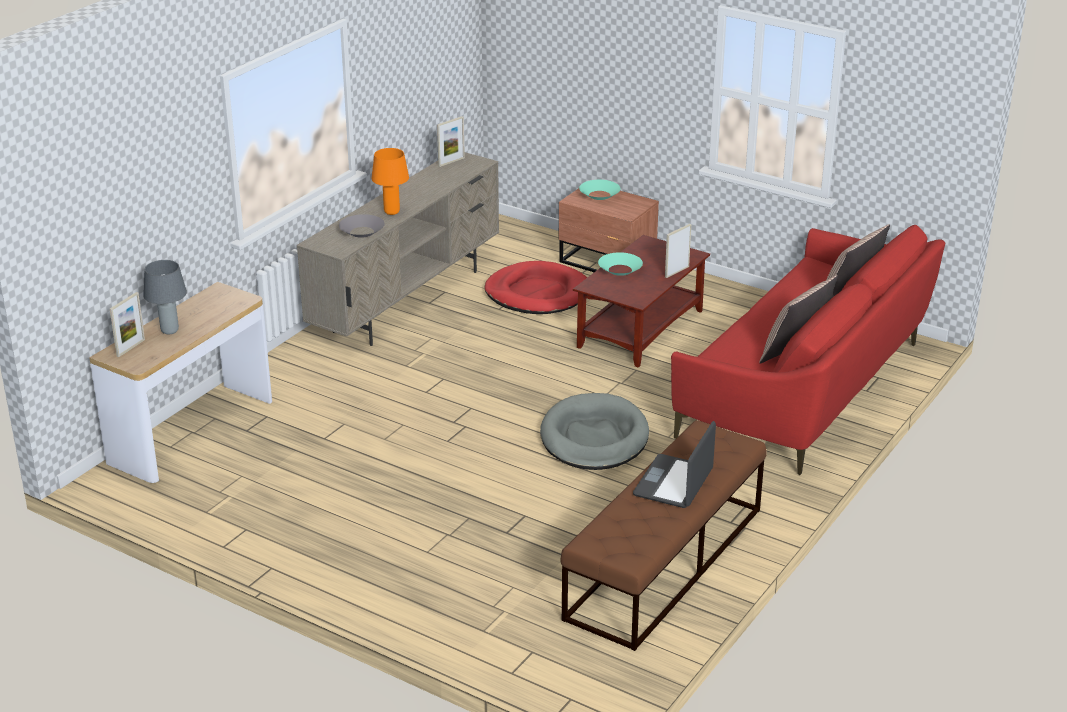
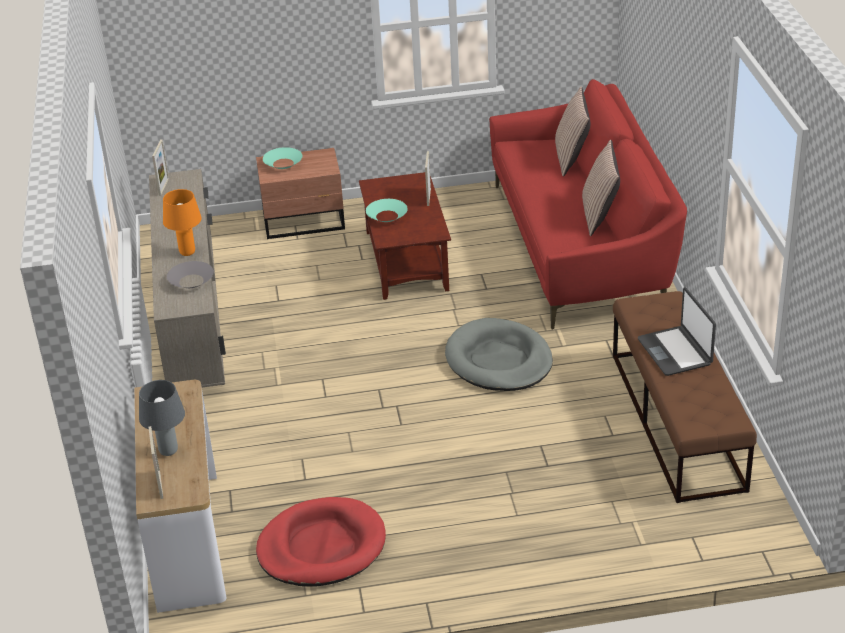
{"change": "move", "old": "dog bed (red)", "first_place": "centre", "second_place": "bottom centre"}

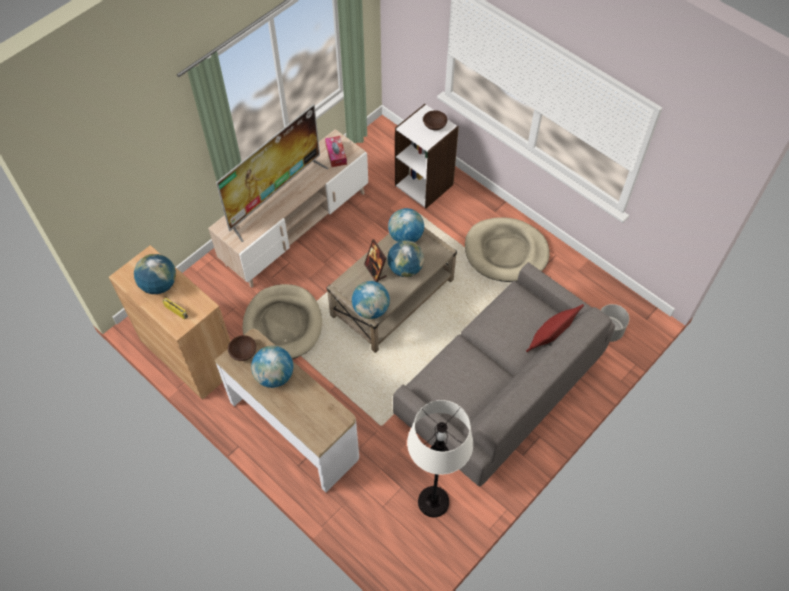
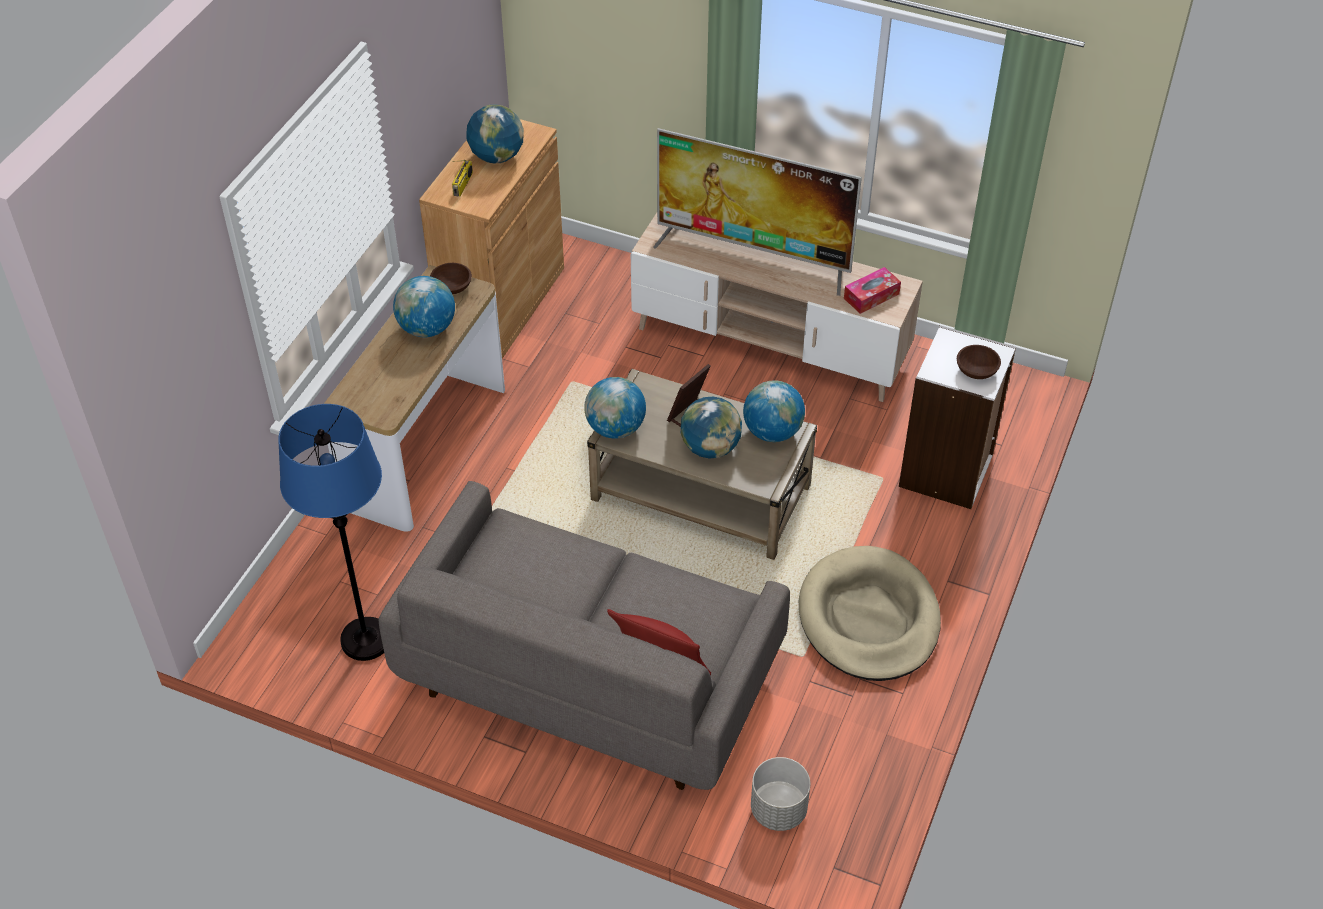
{"change": "delete", "old": "dog bed (beige) (1st from left)", "first_place": "centre"}
{"change": "recolor", "old": "floor lamp (white)", "new": "floor lamp (blue)", "first_place": "bottom centre", "second_place": "middle left"}

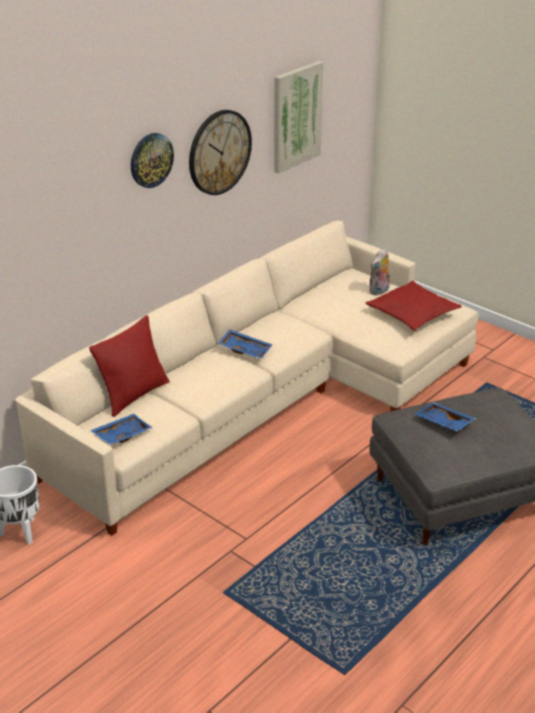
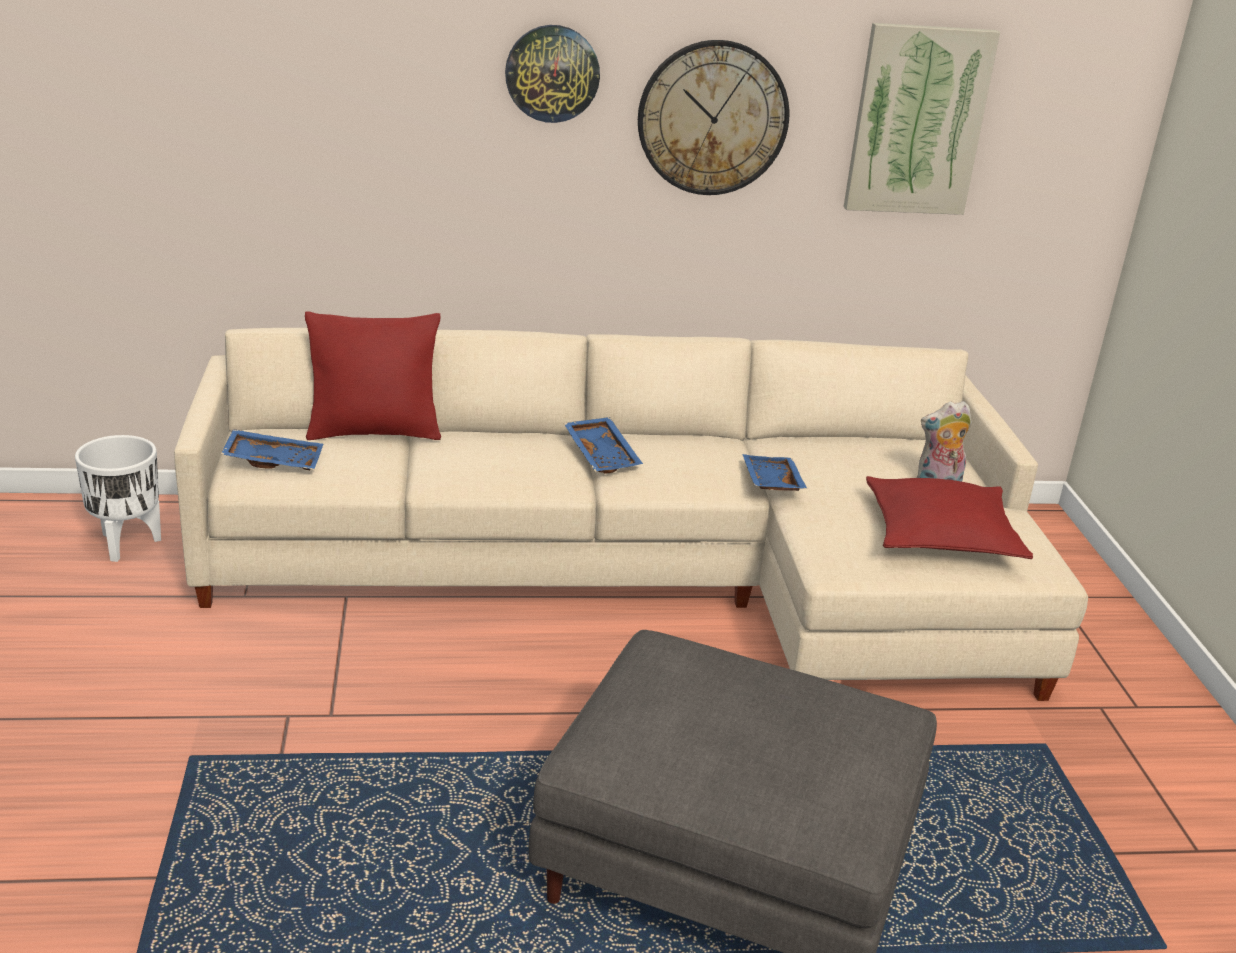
{"change": "move", "old": "tray (blue) (3rd from left)", "first_place": "middle right", "second_place": "centre"}

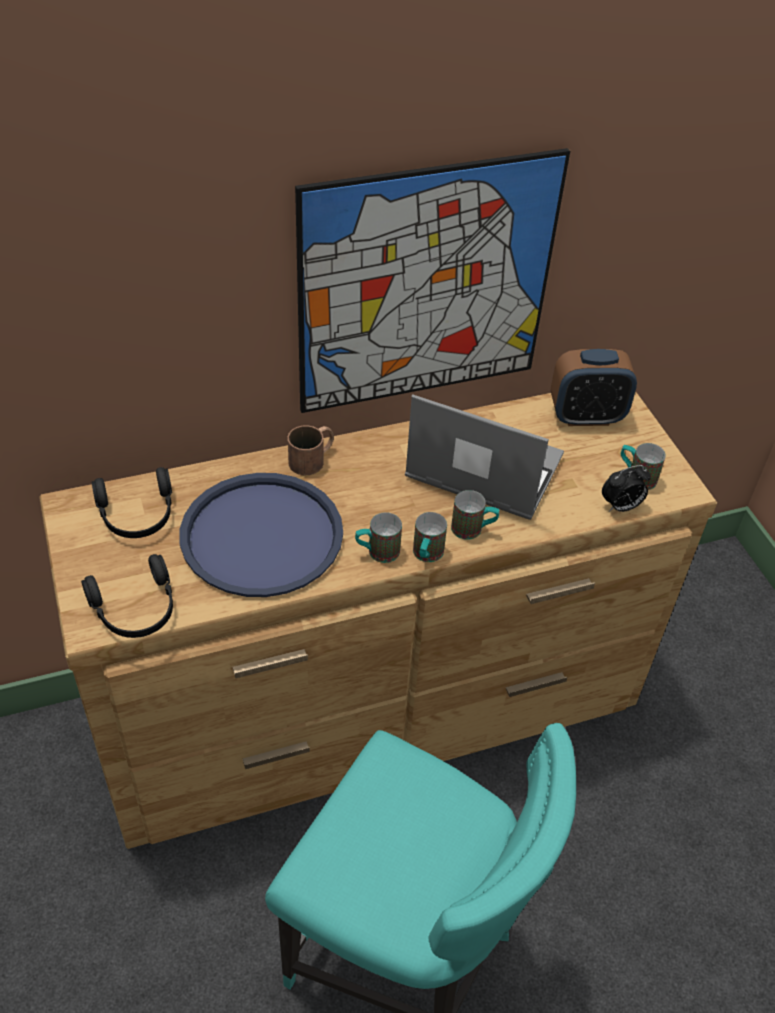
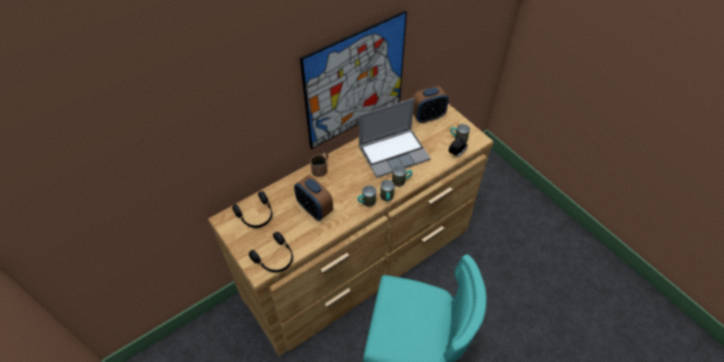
{"change": "replace", "old": "tray (blue)", "new": "alarm clock (1st from left)", "first_place": "centre", "second_place": "centre"}
{"change": "rotate", "old": "laptop", "first_place": "centre", "second_place": "centre", "degrees": 150}

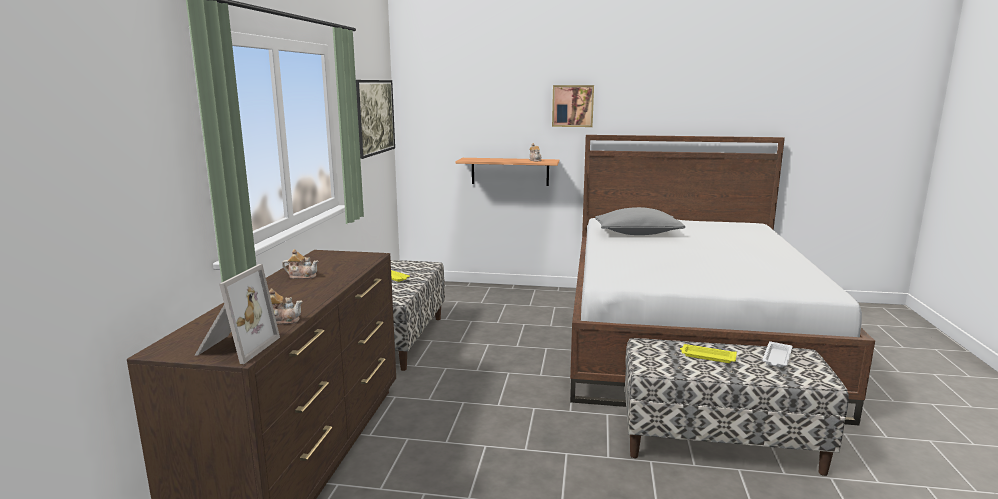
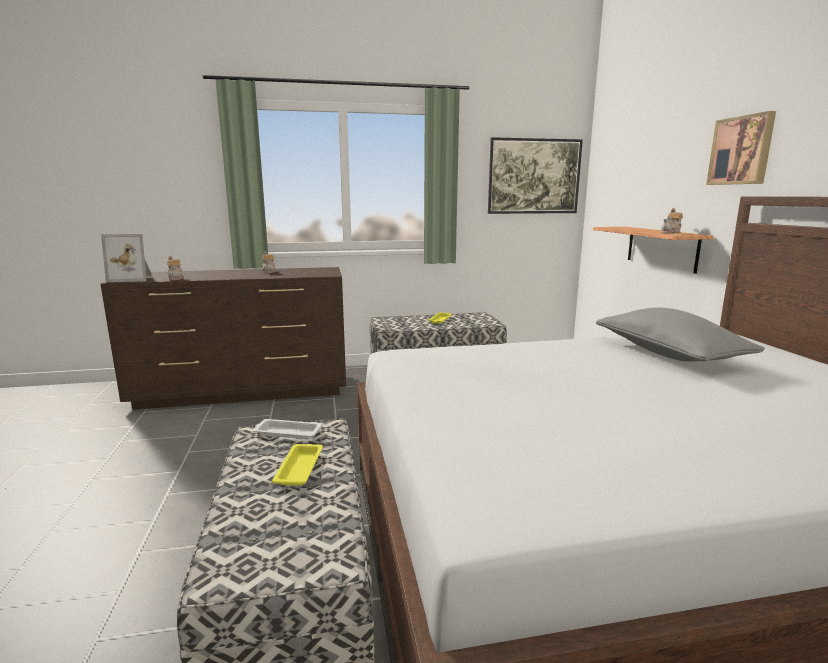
{"change": "move", "old": "tray (white)", "first_place": "bottom right", "second_place": "centre"}

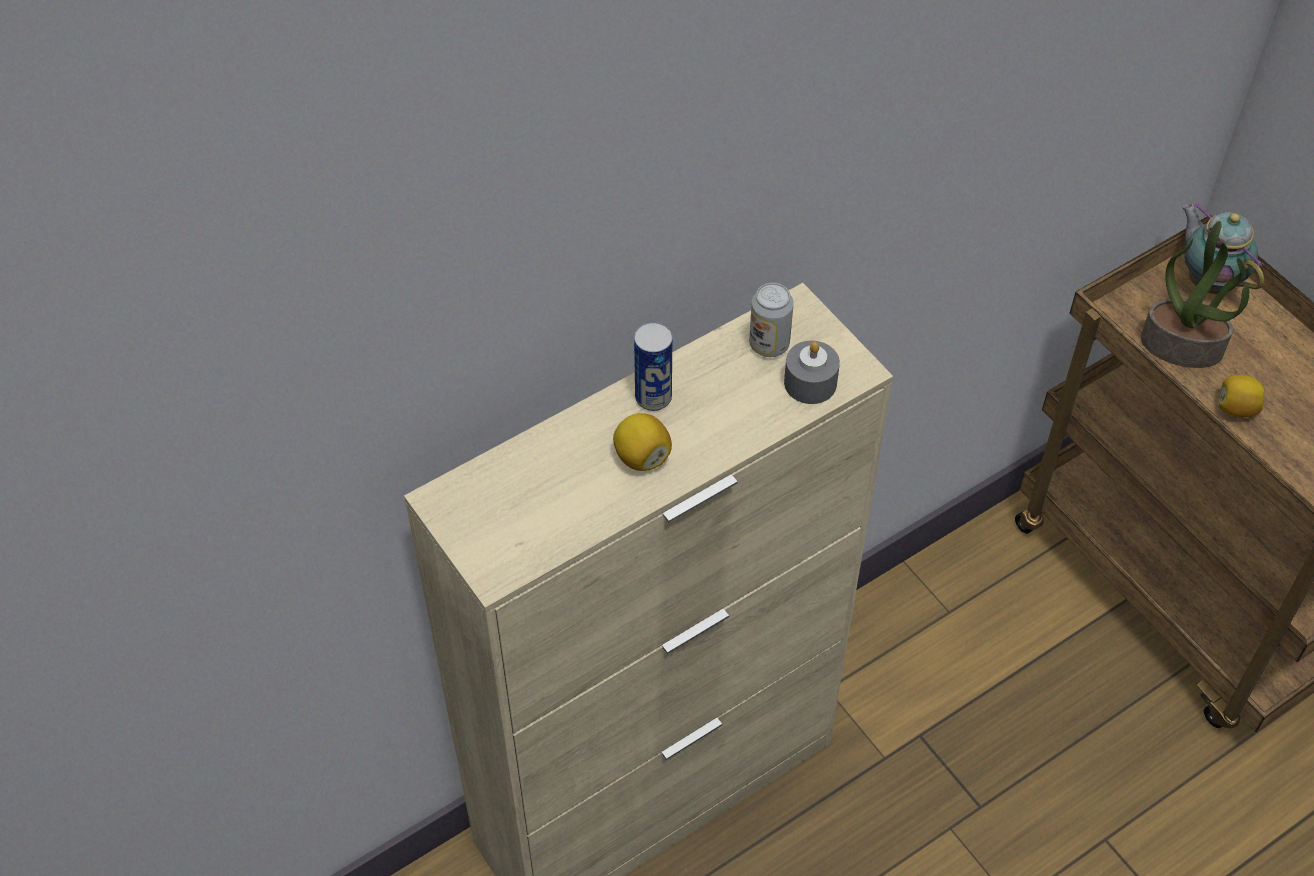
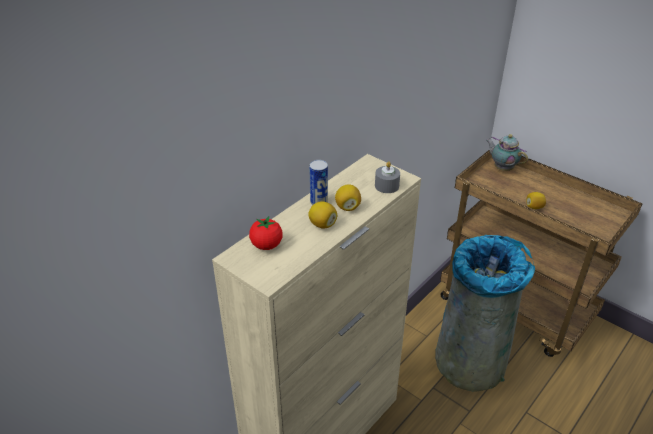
{"change": "delete", "old": "can (2nd from left)", "first_place": "centre"}
{"change": "delete", "old": "potted plant", "first_place": "middle right"}
{"change": "insert", "new": "tomato", "second_place": "centre"}
{"change": "insert", "new": "lemon (2nd from left)", "second_place": "centre"}
{"change": "insert", "new": "trash can (grey)", "second_place": "bottom right"}

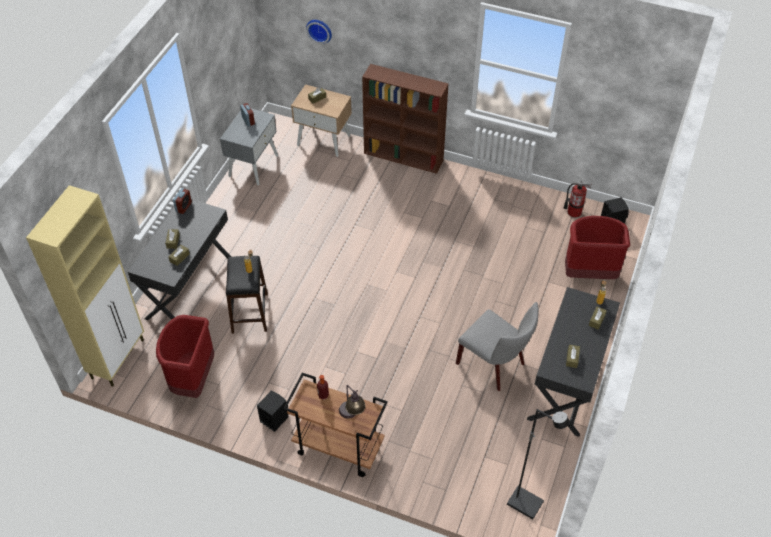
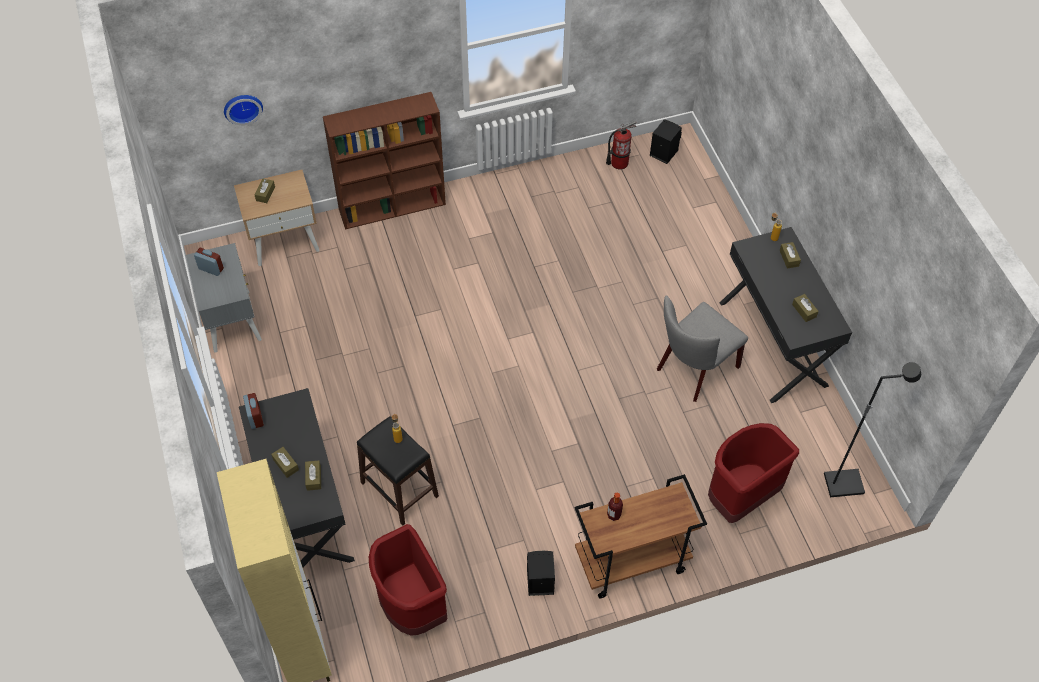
{"change": "delete", "old": "table lamp", "first_place": "bottom centre"}
{"change": "rotate", "old": "chair (grey)", "first_place": "centre", "second_place": "middle right", "degrees": 135}
{"change": "move", "old": "trash can (red) (2nd from left)", "first_place": "middle right", "second_place": "bottom right"}

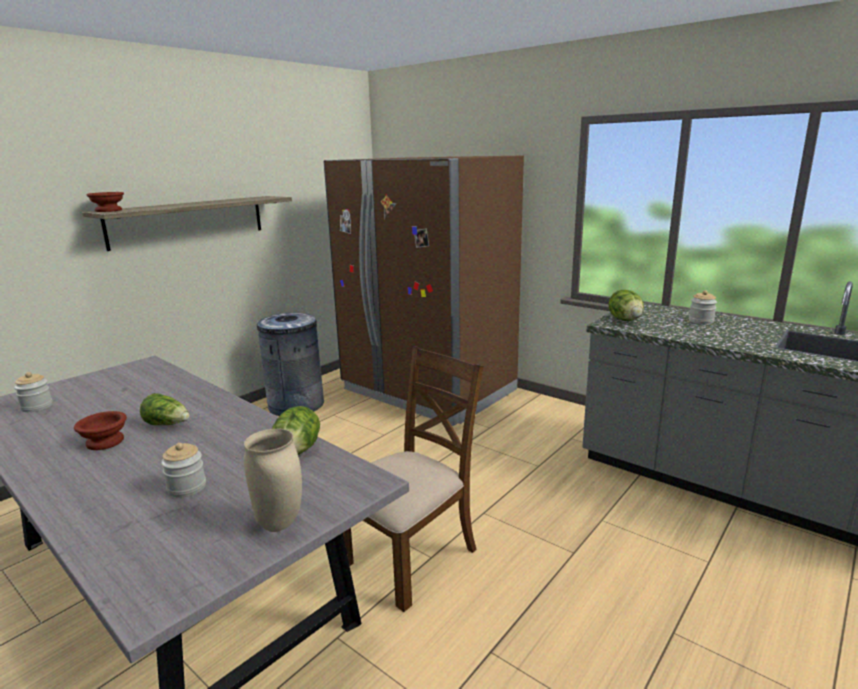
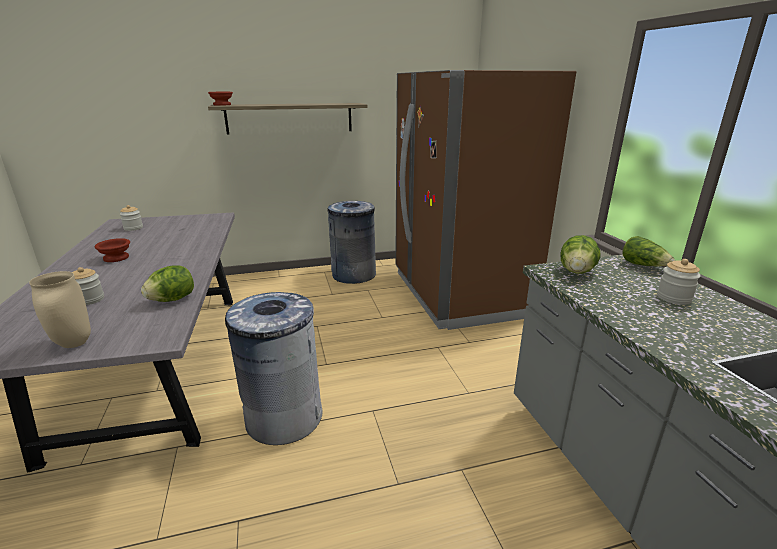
{"change": "move", "old": "lettuce (1st from left in the first image)", "new": "lettuce (3rd from left)", "first_place": "middle left", "second_place": "middle right"}
{"change": "replace", "old": "chair (brown)", "new": "trash can (grey) (1st from left)", "first_place": "bottom centre", "second_place": "bottom centre"}

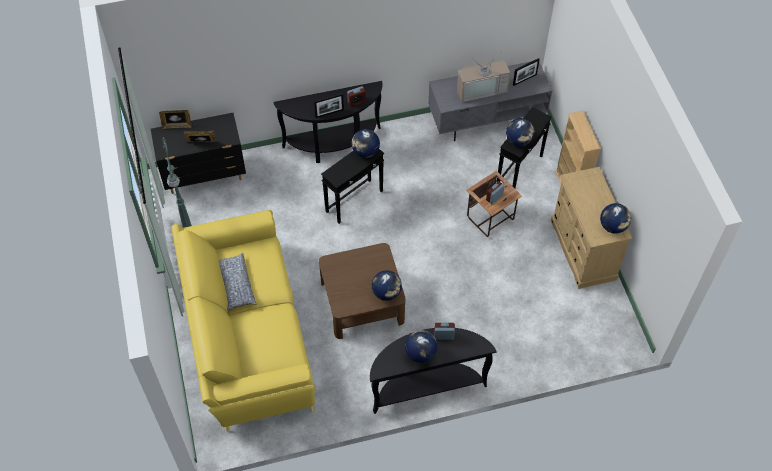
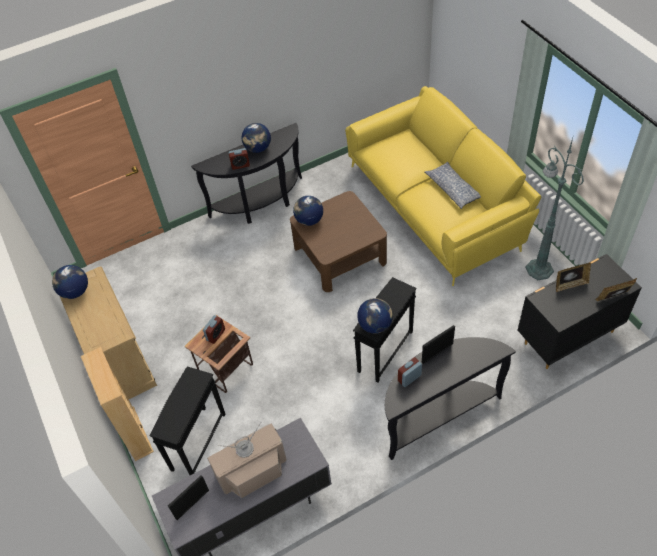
{"change": "delete", "old": "globe (4th from left)", "first_place": "top right"}

